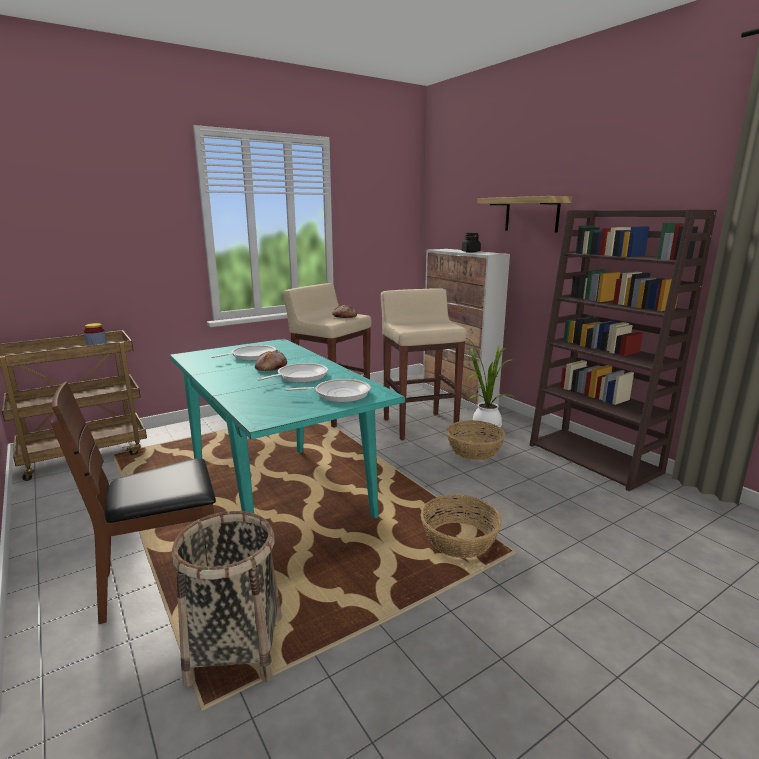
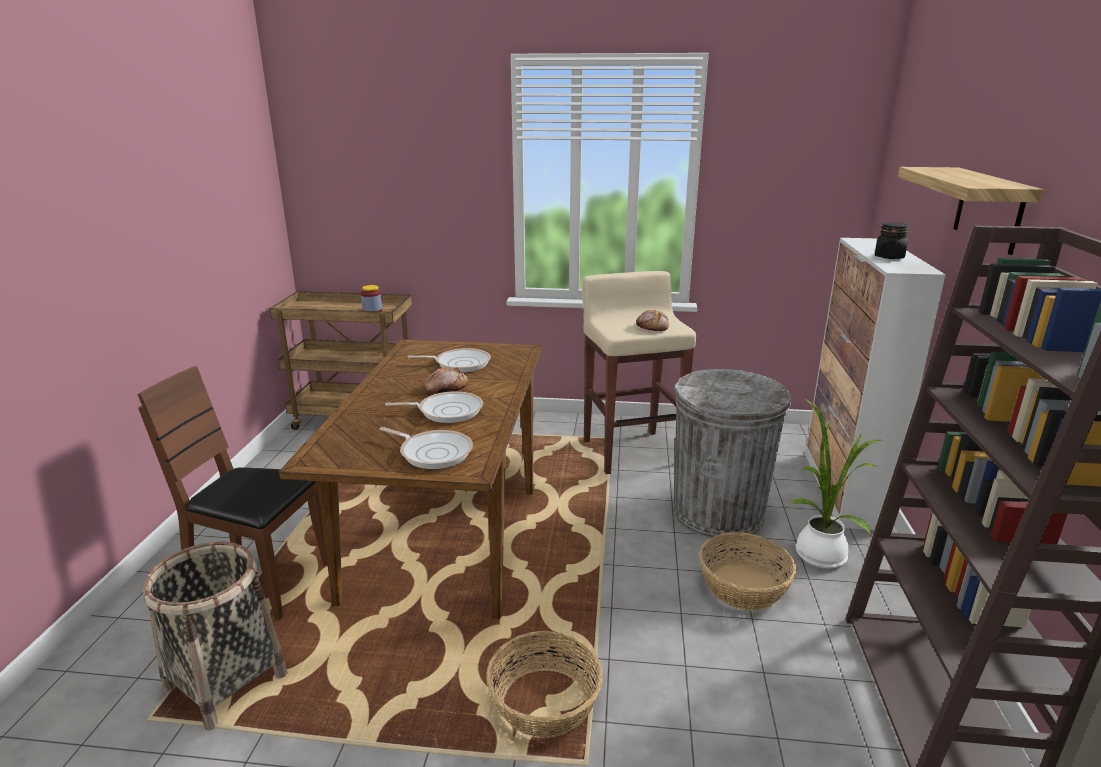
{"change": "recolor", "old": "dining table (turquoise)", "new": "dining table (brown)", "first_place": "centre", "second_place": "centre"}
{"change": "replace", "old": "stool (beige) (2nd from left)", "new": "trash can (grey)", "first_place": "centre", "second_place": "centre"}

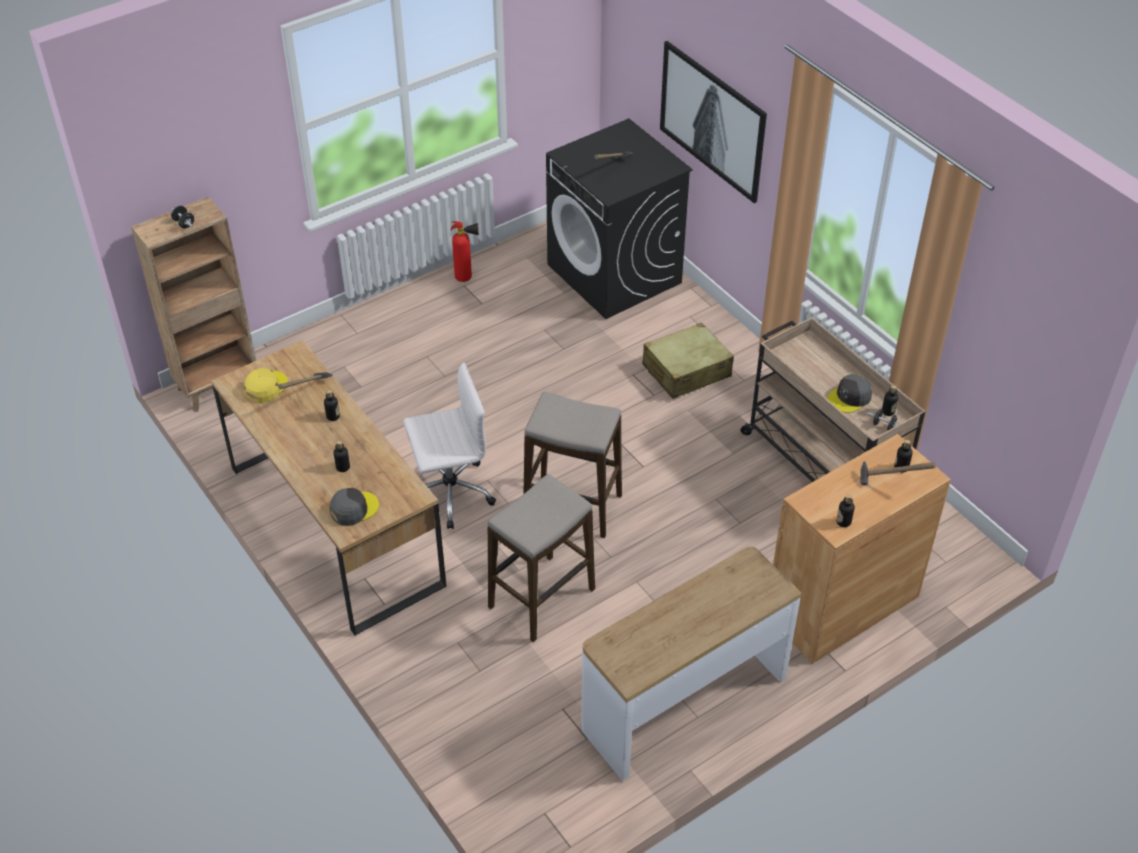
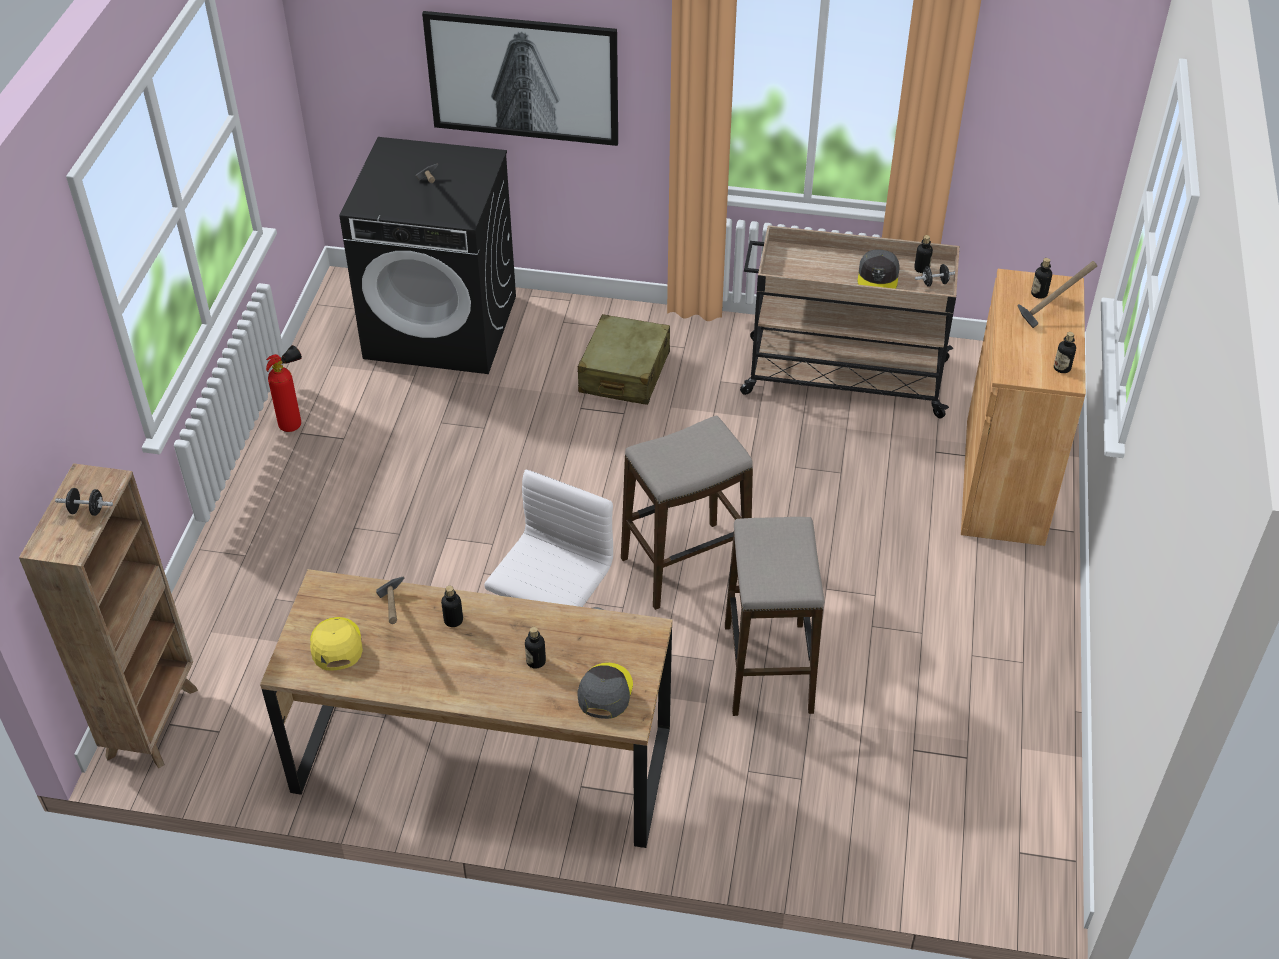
{"change": "delete", "old": "console table", "first_place": "bottom centre"}

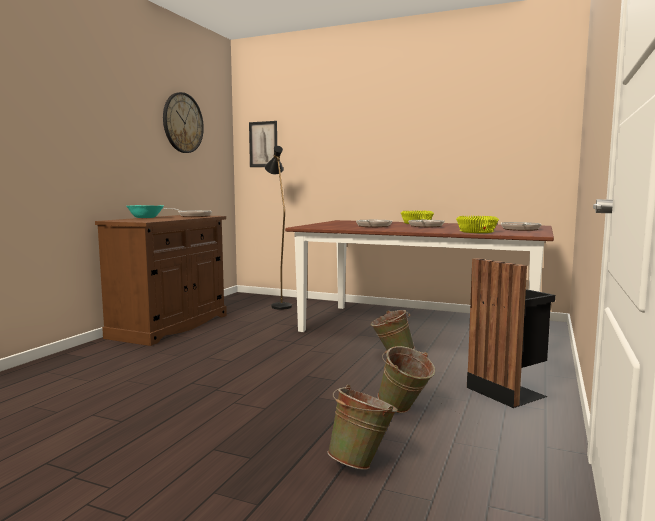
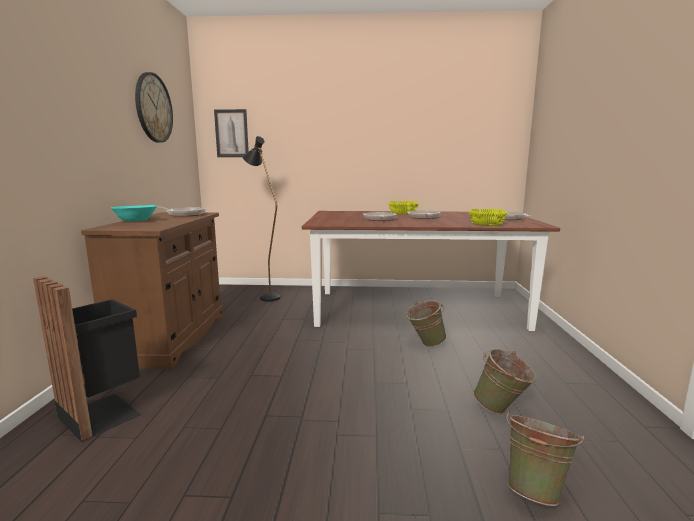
{"change": "move", "old": "trash can (black)", "first_place": "middle right", "second_place": "bottom left"}

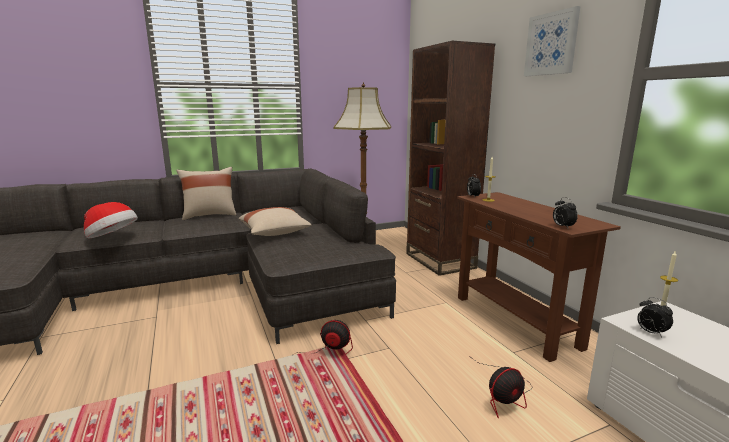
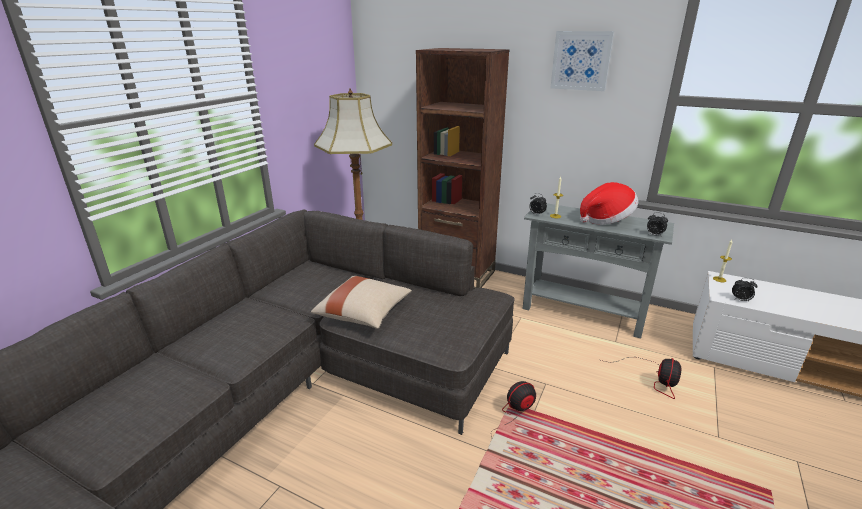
{"change": "move", "old": "hat", "first_place": "middle left", "second_place": "middle right"}
{"change": "delete", "old": "pillow (beige) (1st from left)", "first_place": "middle left"}
{"change": "recolor", "old": "console table (brown)", "new": "console table (grey)", "first_place": "middle right", "second_place": "middle right"}

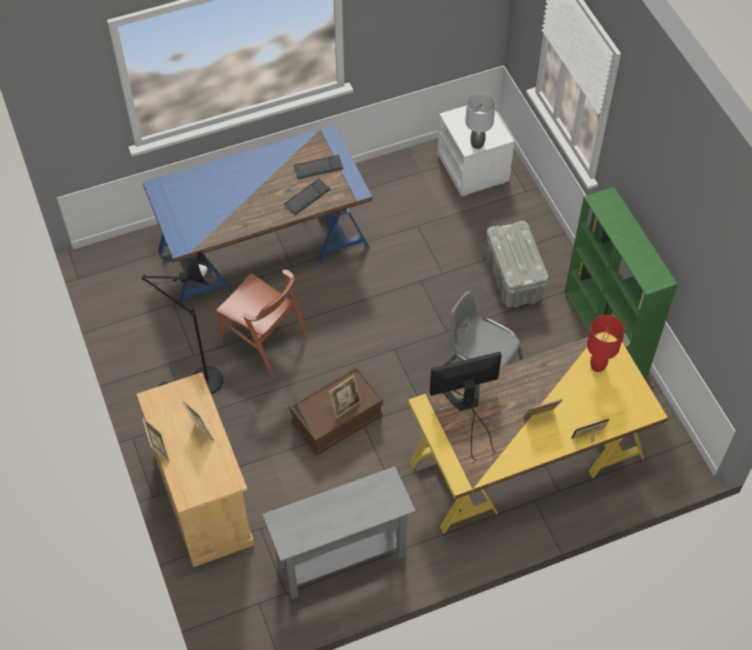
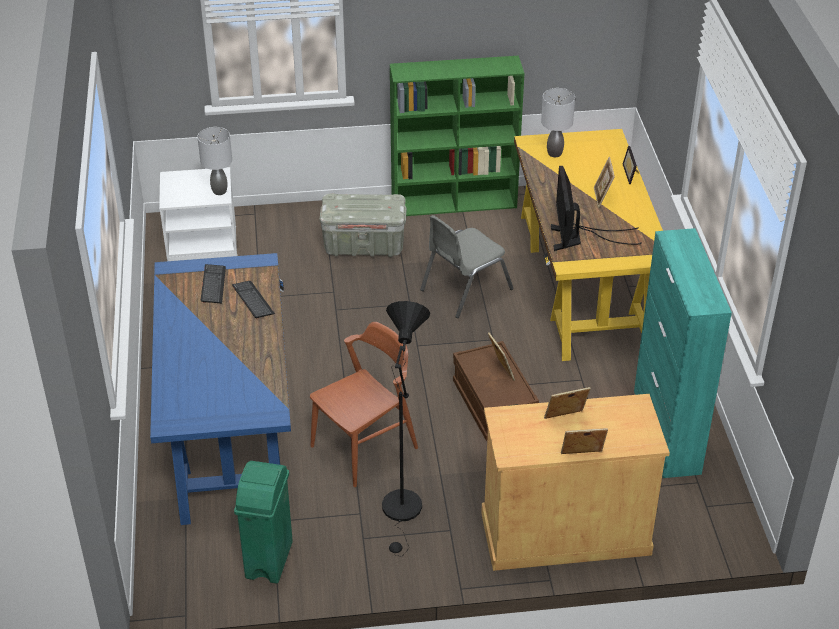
{"change": "replace", "old": "console table (grey)", "new": "cabinet (turquoise)", "first_place": "bottom centre", "second_place": "middle right"}
{"change": "recolor", "old": "table lamp (red)", "new": "table lamp (grey) (2nd from left)", "first_place": "middle right", "second_place": "top centre"}
{"change": "insert", "new": "trash can (green)", "second_place": "bottom left"}

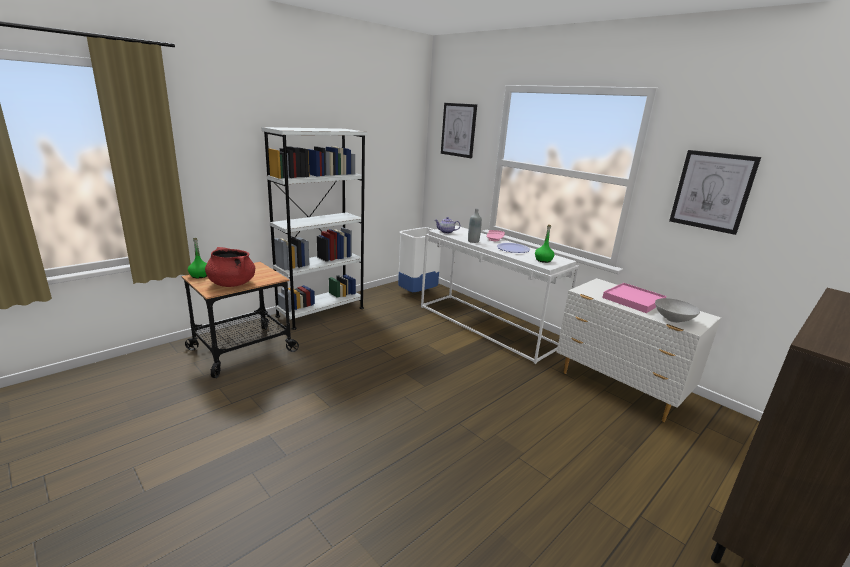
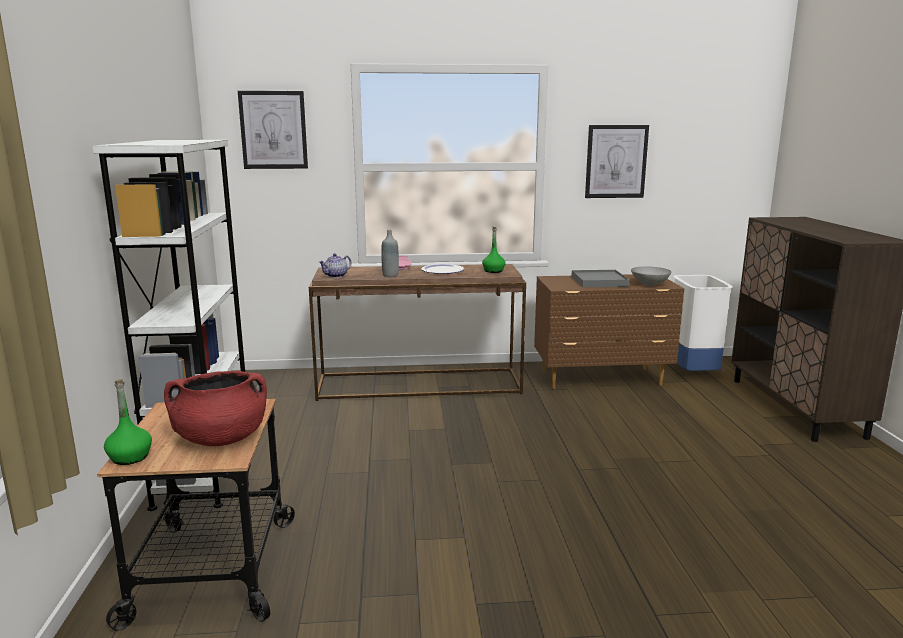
{"change": "move", "old": "trash can (white)", "first_place": "centre", "second_place": "middle right"}
{"change": "recolor", "old": "console table (white)", "new": "console table (brown)", "first_place": "centre", "second_place": "centre"}
{"change": "recolor", "old": "dresser (white)", "new": "dresser (brown)", "first_place": "middle right", "second_place": "middle right"}
{"change": "recolor", "old": "tray (pink)", "new": "tray (grey)", "first_place": "middle right", "second_place": "centre"}

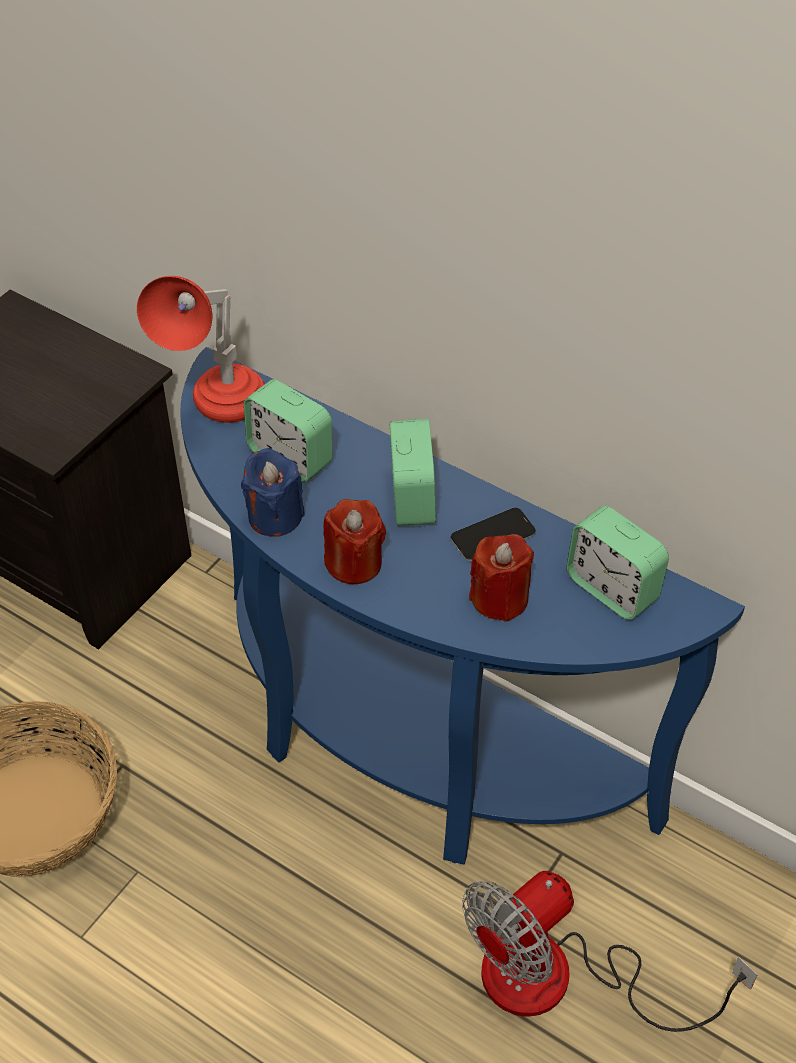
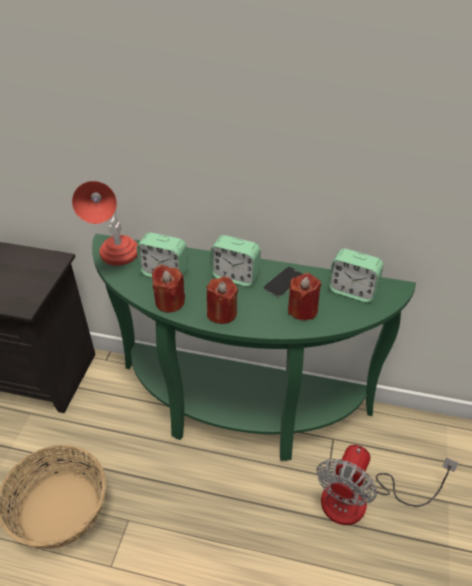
{"change": "recolor", "old": "console table (blue)", "new": "console table (green)", "first_place": "centre", "second_place": "centre"}
{"change": "recolor", "old": "candle (blue)", "new": "candle (red) (1st from left)", "first_place": "centre", "second_place": "centre"}
{"change": "rotate", "old": "alarm clock (2nd from left)", "first_place": "centre", "second_place": "centre", "degrees": 135}

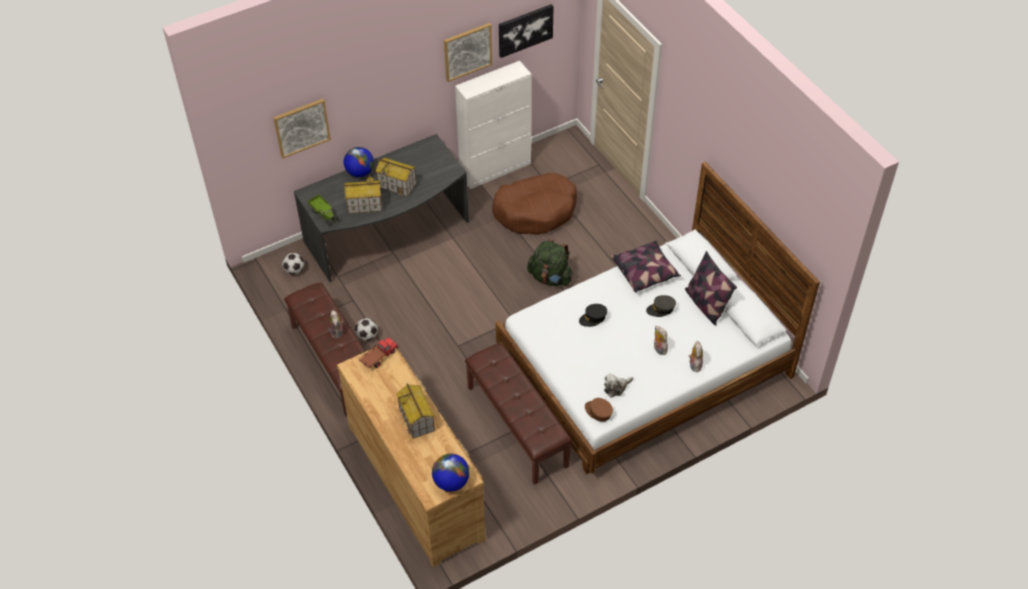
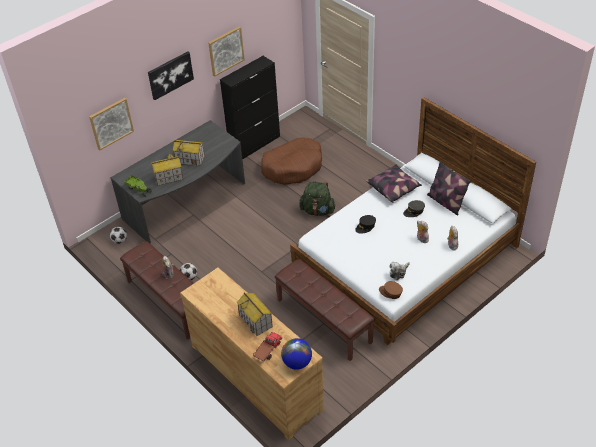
{"change": "delete", "old": "globe (1st from left)", "first_place": "top centre"}
{"change": "move", "old": "toy truck (2nd from left)", "first_place": "centre", "second_place": "bottom centre"}
{"change": "recolor", "old": "cabinet (white)", "new": "cabinet (black)", "first_place": "top centre", "second_place": "top centre"}
{"change": "move", "old": "picture (3rd from left in the first image)", "new": "picture (2nd from left)", "first_place": "top centre", "second_place": "top left"}

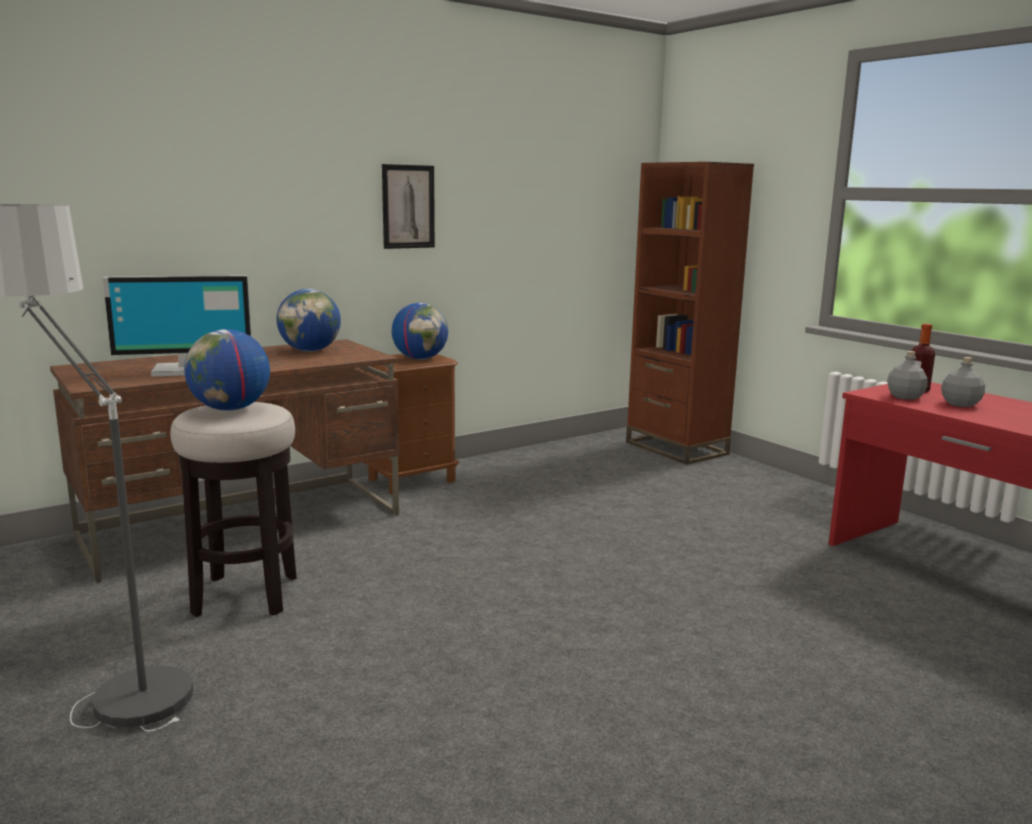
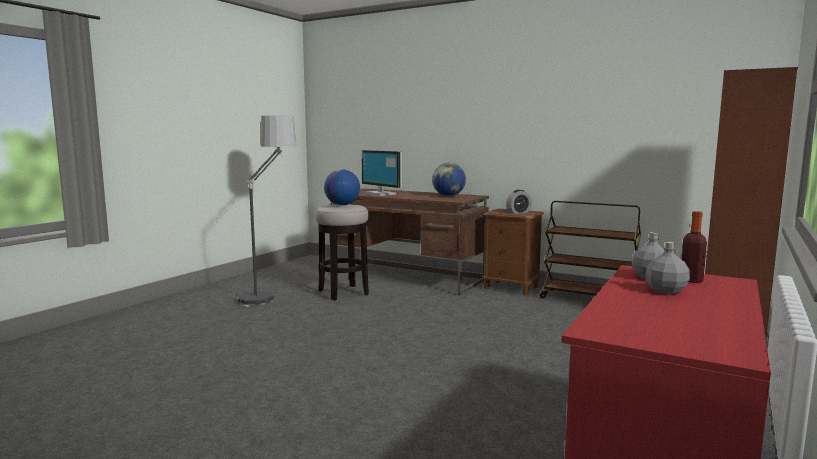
{"change": "delete", "old": "picture", "first_place": "top centre"}
{"change": "replace", "old": "globe (3rd from left)", "new": "alarm clock", "first_place": "centre", "second_place": "centre"}
{"change": "insert", "new": "cart (brown)", "second_place": "middle right"}

